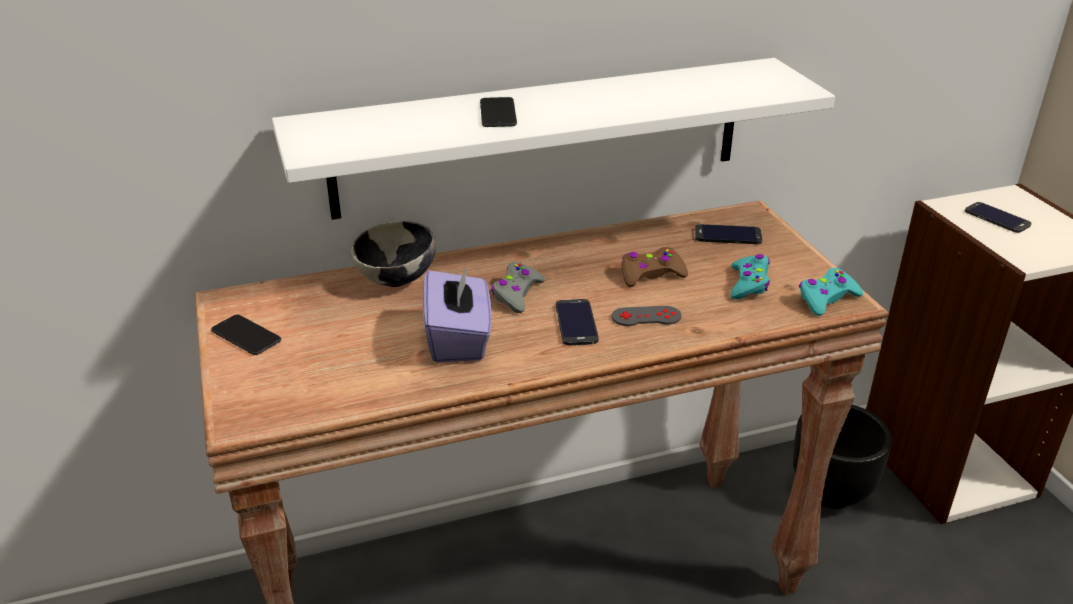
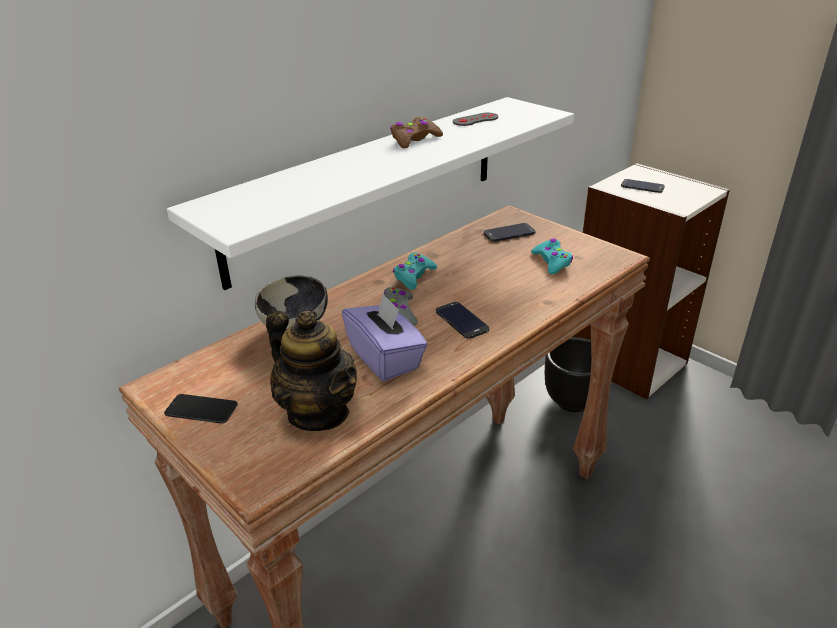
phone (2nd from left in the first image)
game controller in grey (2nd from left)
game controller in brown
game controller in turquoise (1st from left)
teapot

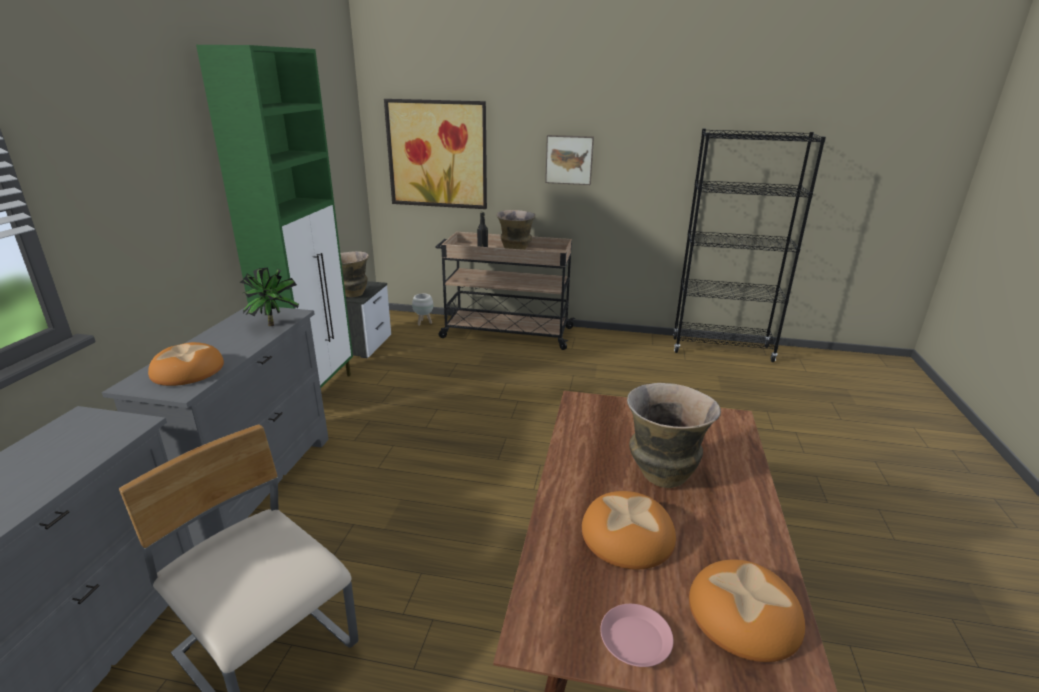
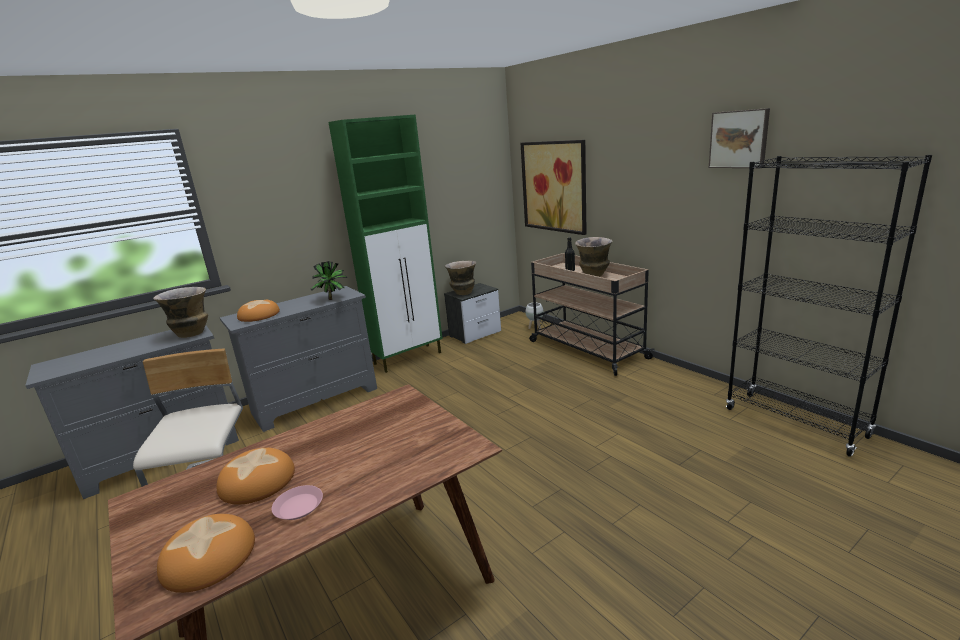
picture (2nd from left)
plate in pink
vase (1st from left)

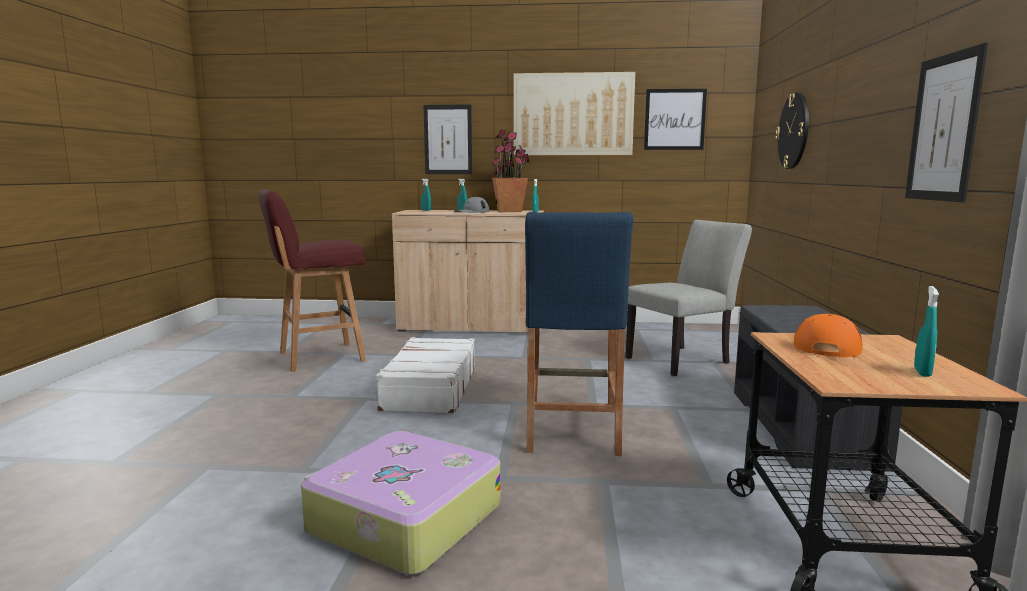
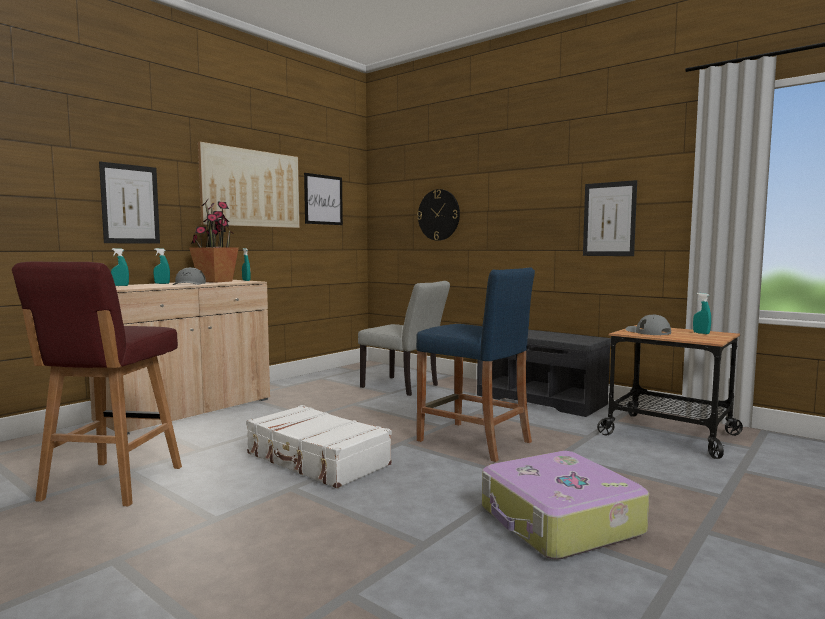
chair in grey
cap in grey (2nd from left)

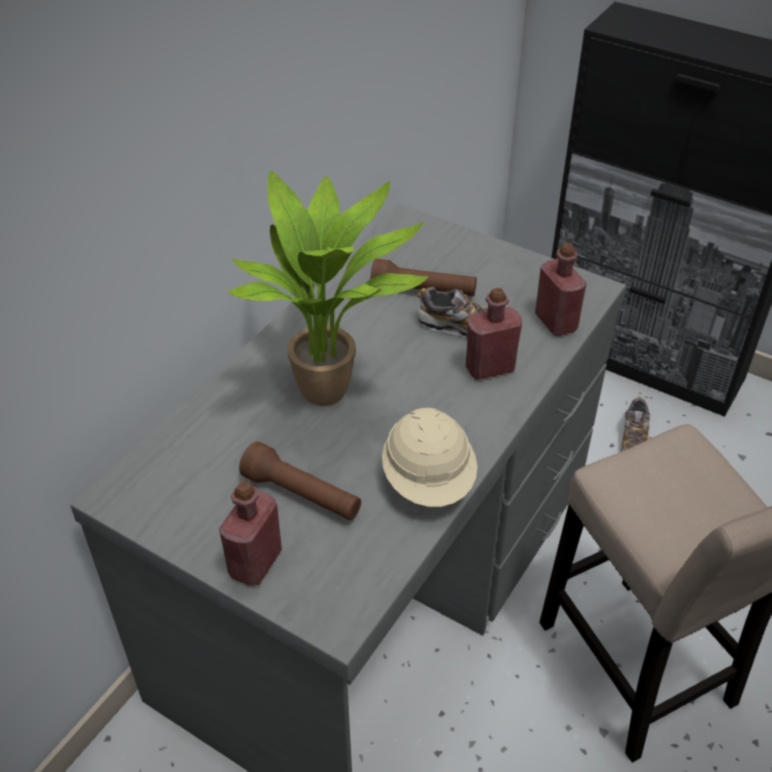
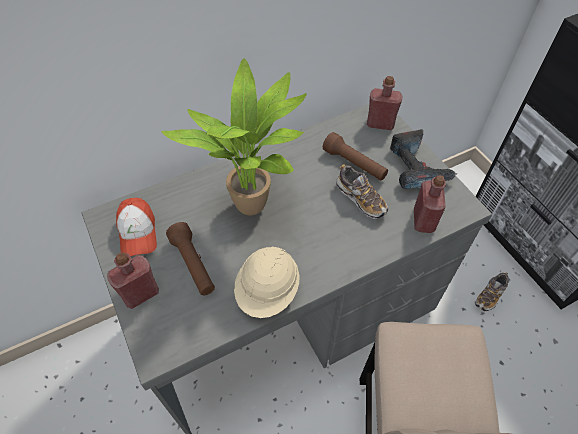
bottle in red (2nd from left)
cap
power drill

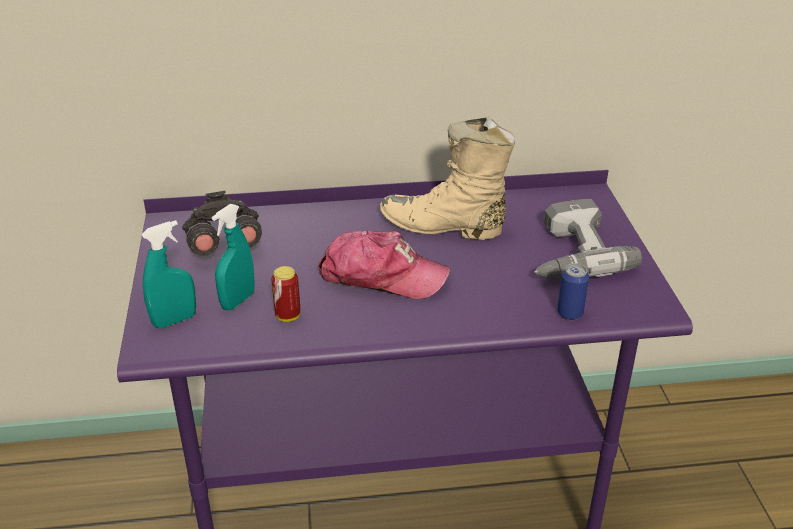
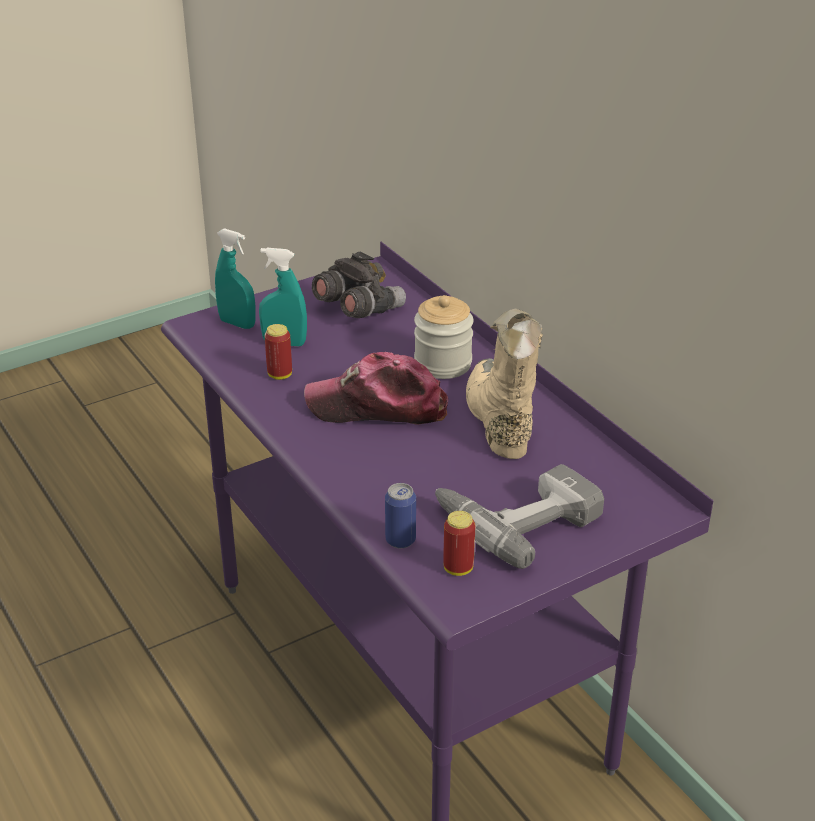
cap
jar
can (3rd from left)

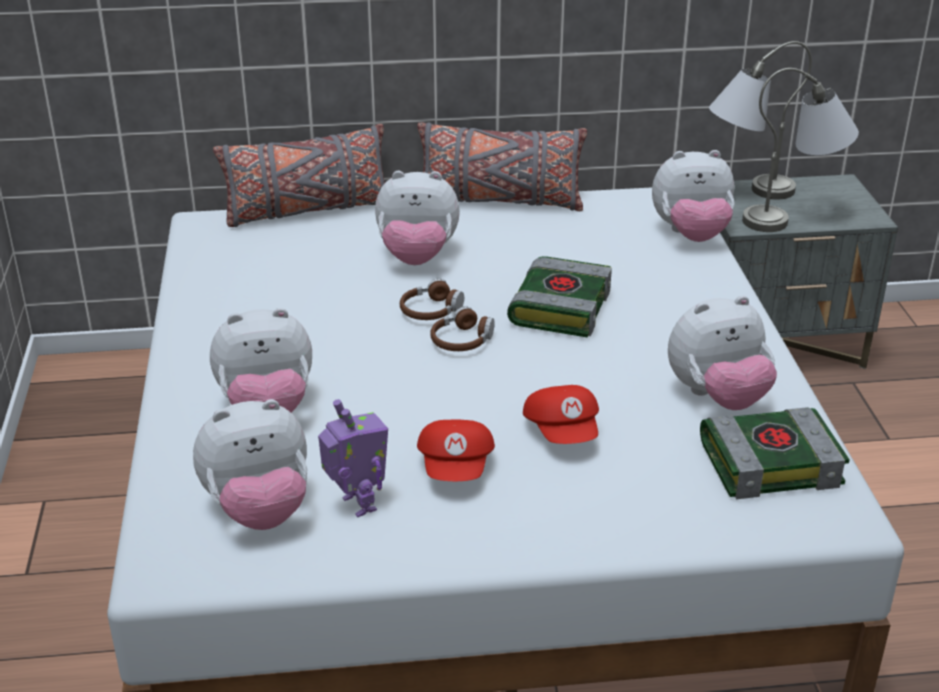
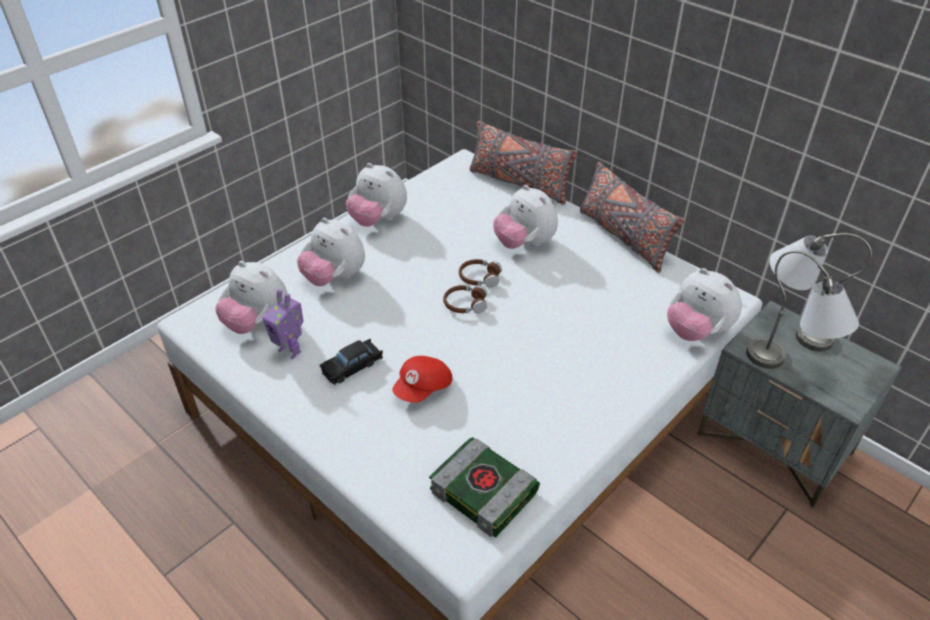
toy robot
toy car in black
book (1st from left in the first image)
plush toy (3rd from left)

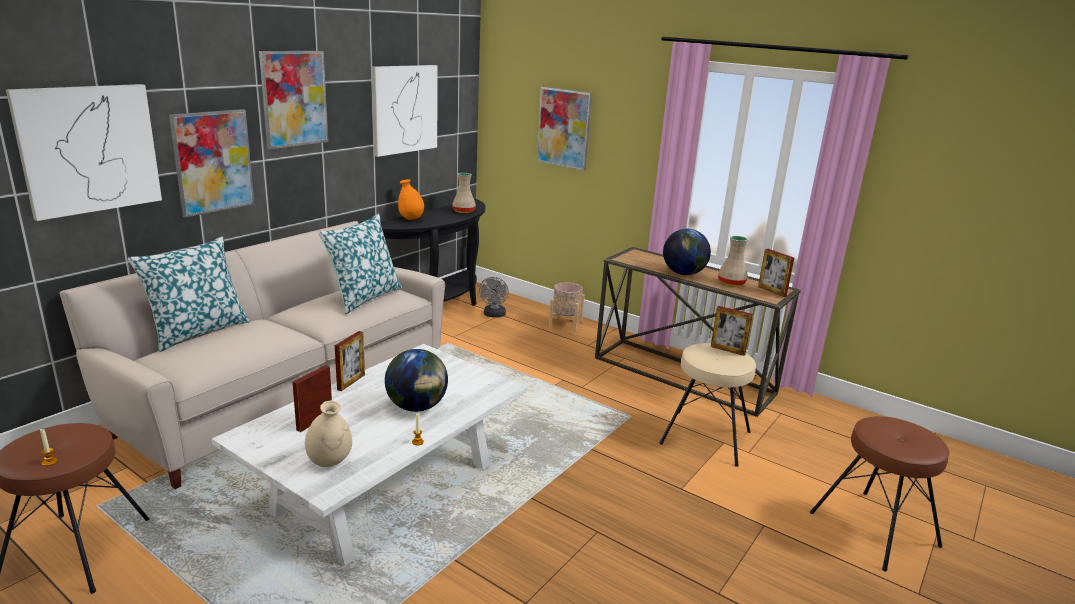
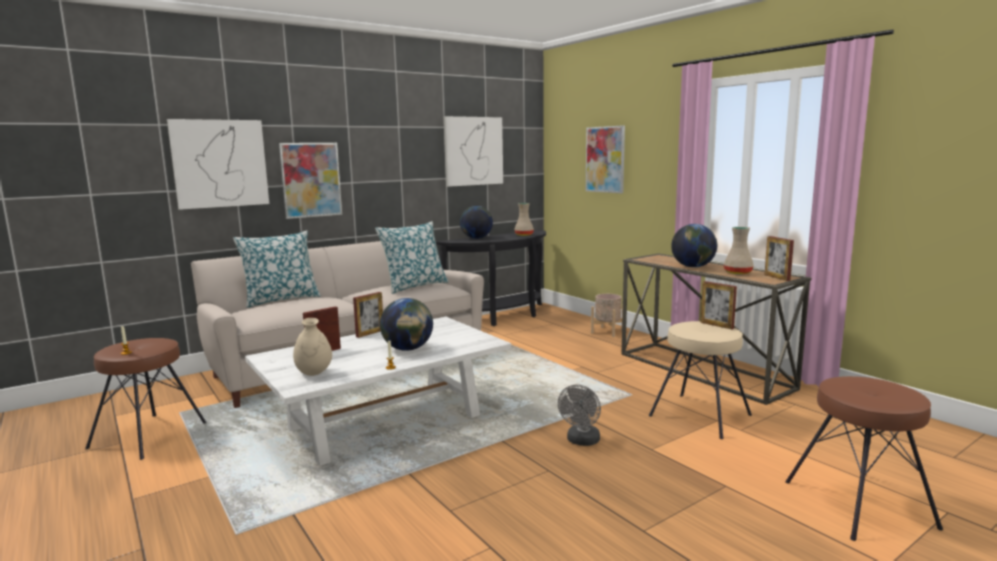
picture (3rd from left in the first image)
globe (2nd from left)
fan in grey

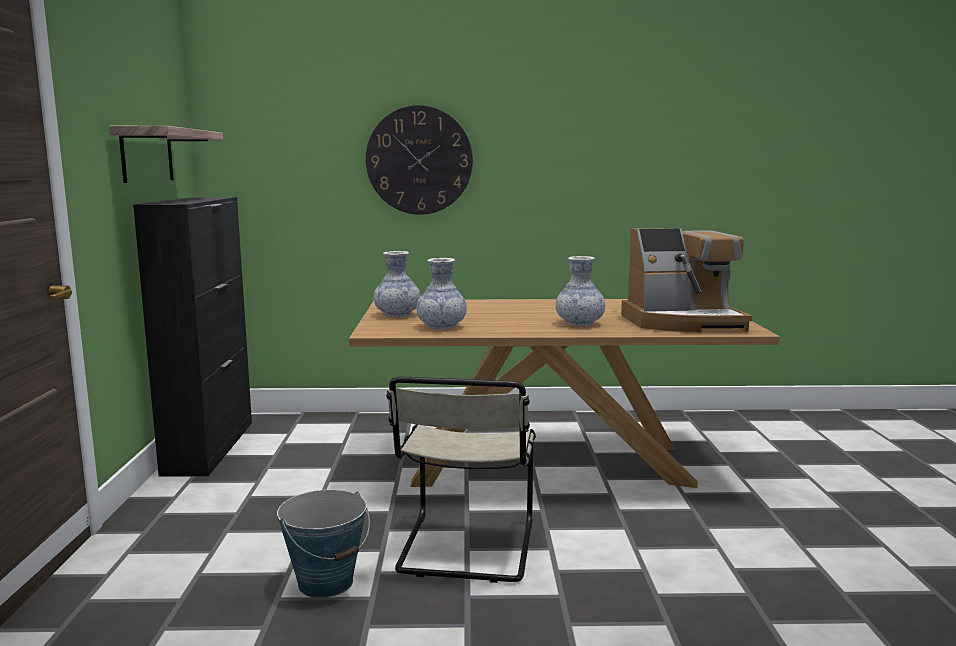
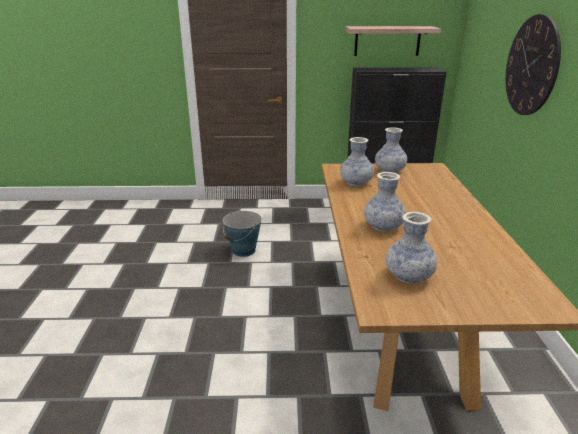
chair in beige
vase (4th from left)

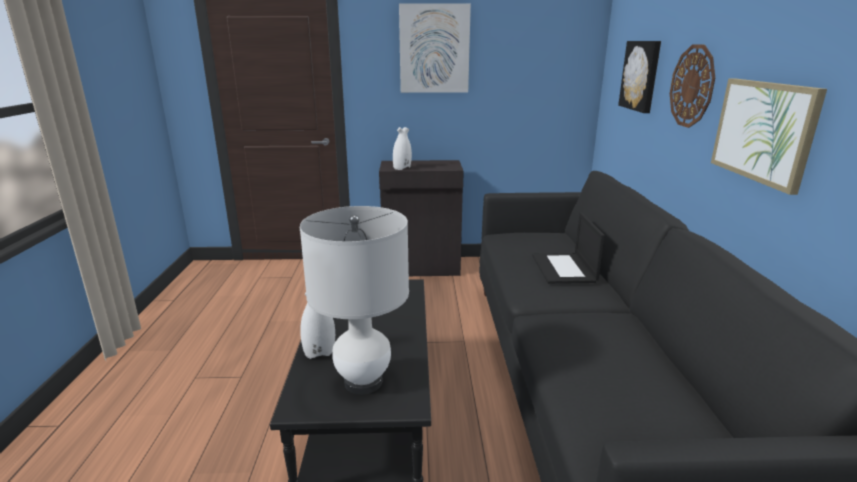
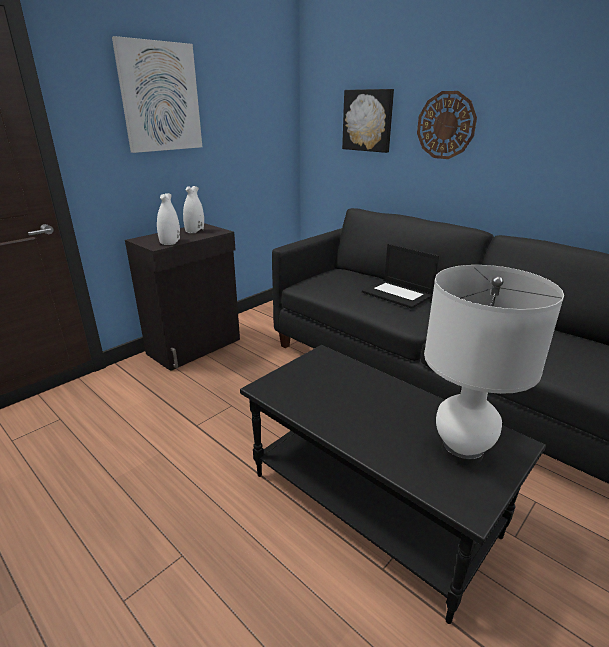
vase in white (2nd from left)
picture (3rd from left in the first image)

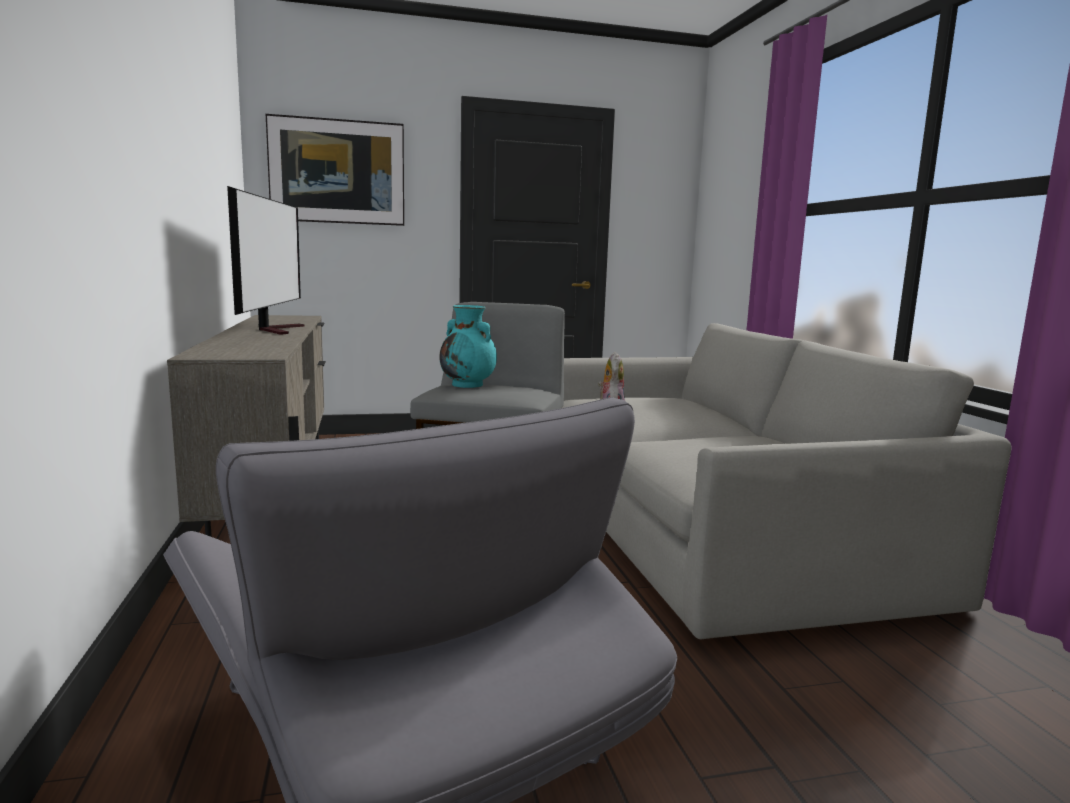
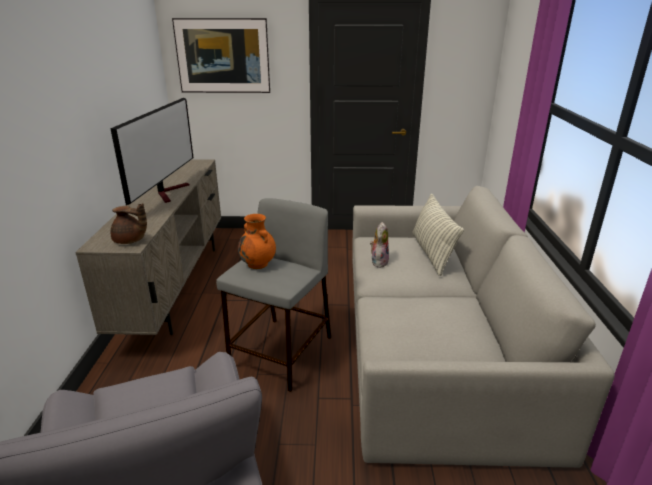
vase in orange
teapot in brown
pillow

